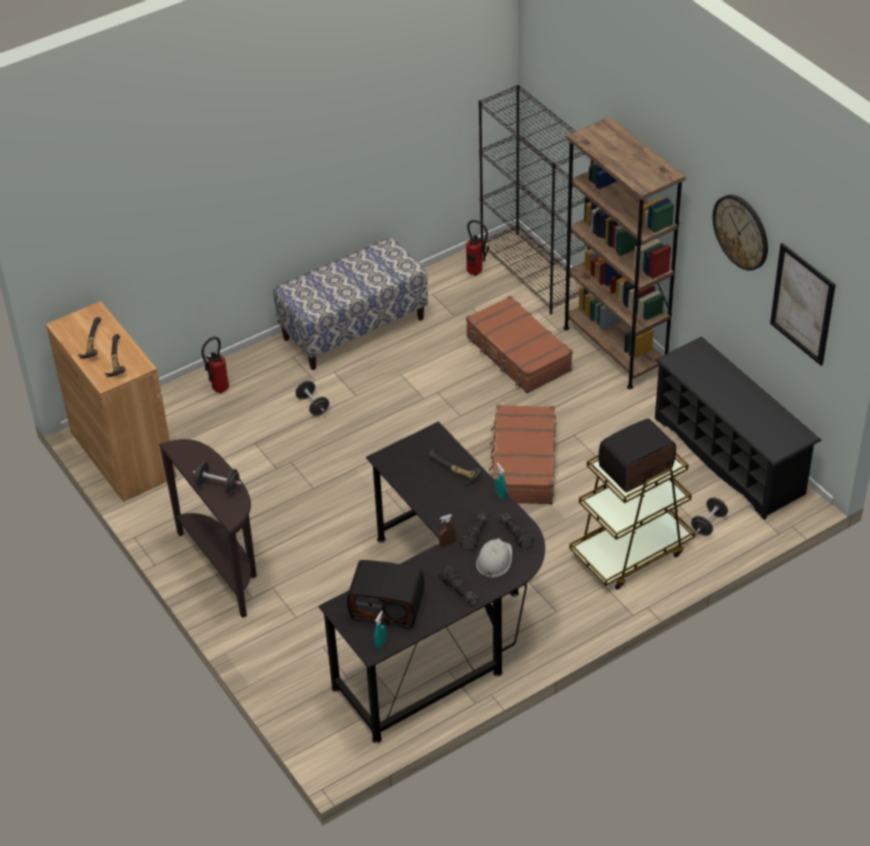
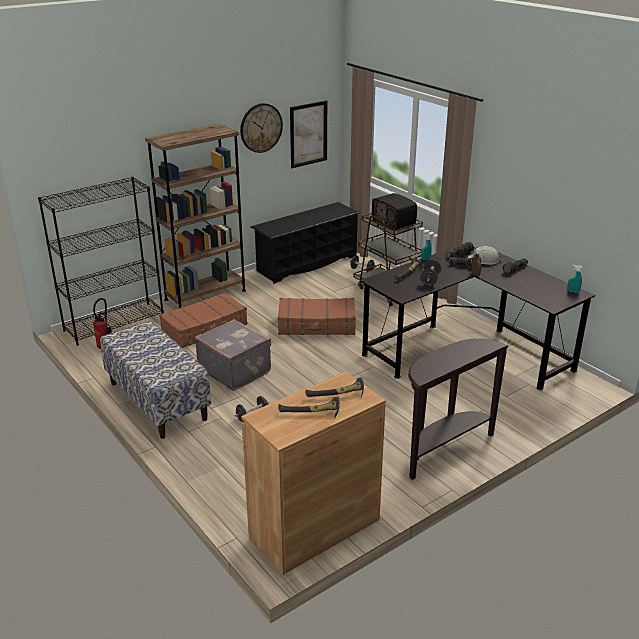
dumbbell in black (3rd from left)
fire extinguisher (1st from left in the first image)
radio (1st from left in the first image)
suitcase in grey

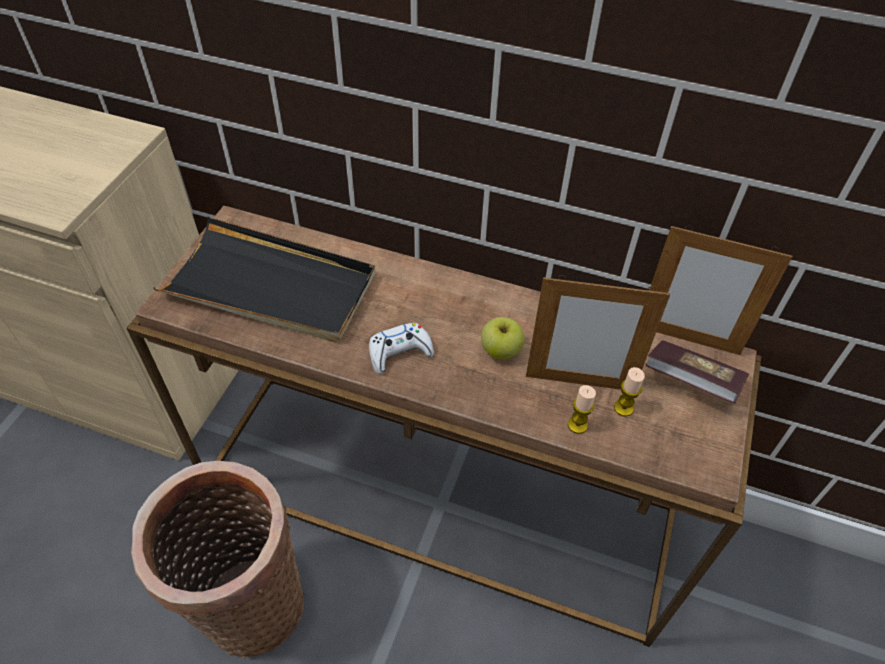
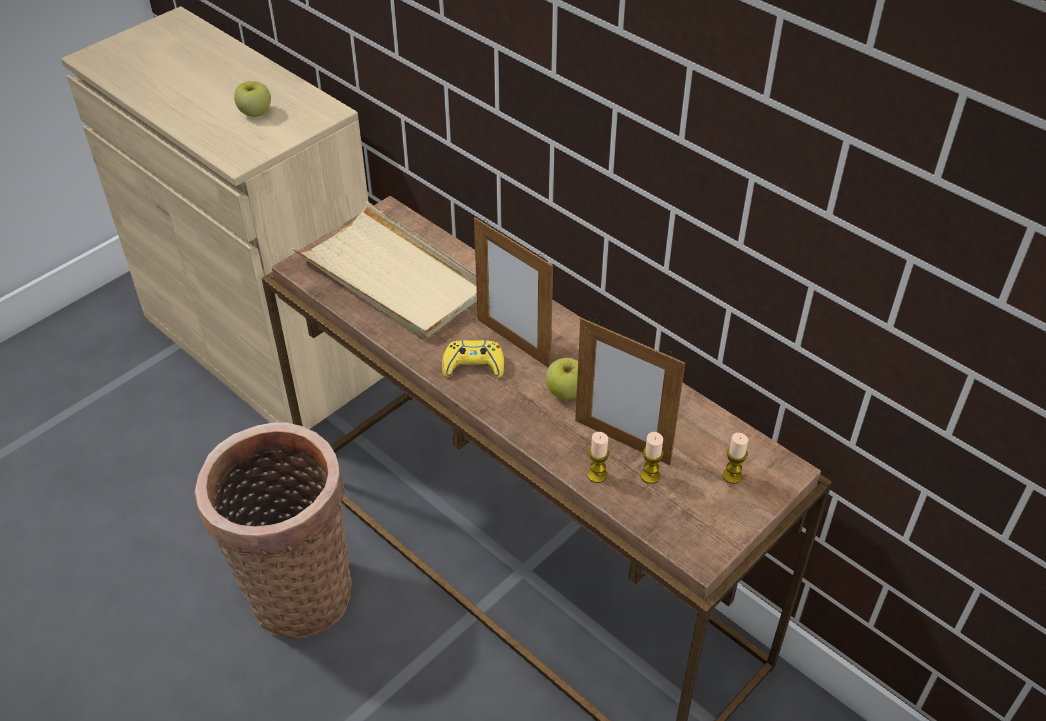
tray in beige
game controller in yellow
candle (3rd from left)
picture frame (1st from left)
apple (1st from left)

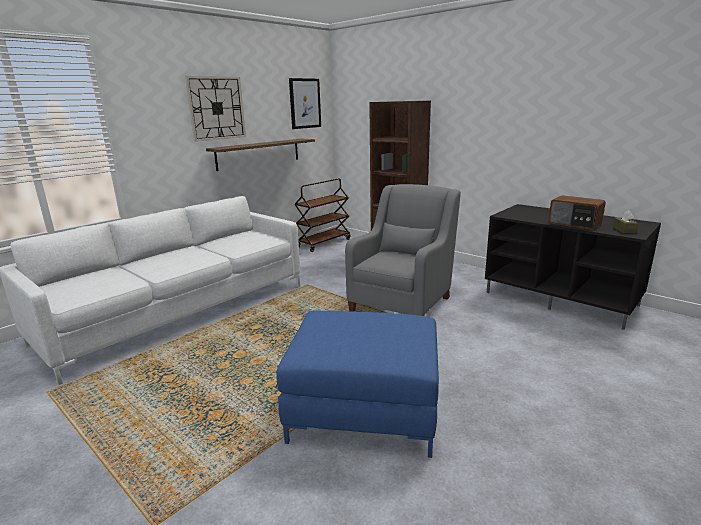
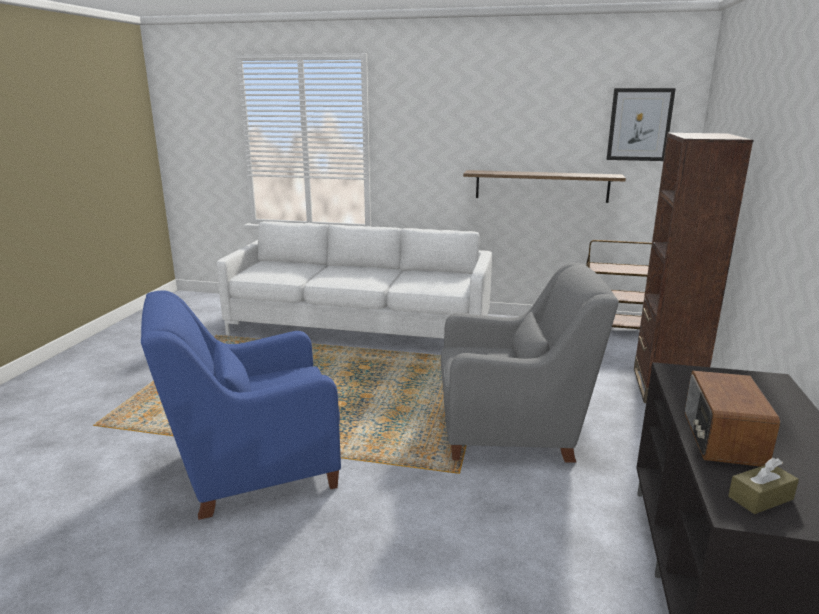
wall clock
armchair in blue

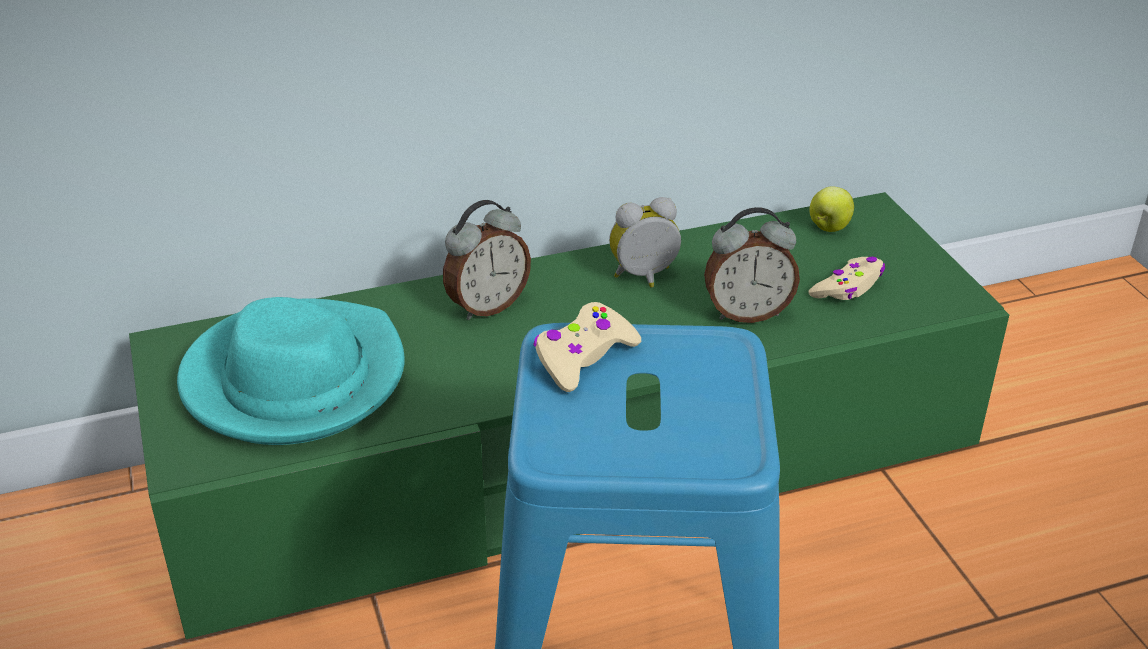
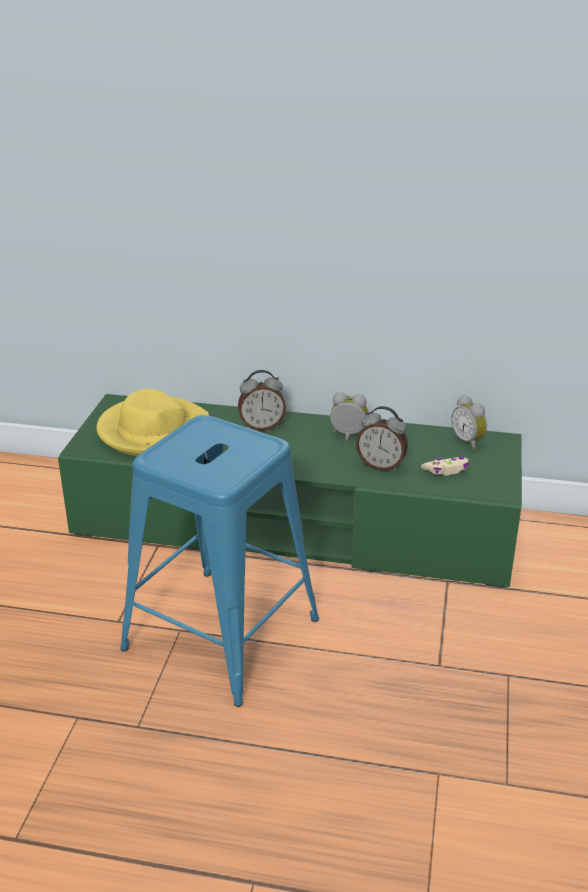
hat in yellow
game controller in beige (1st from left in the first image)
alarm clock (4th from left)

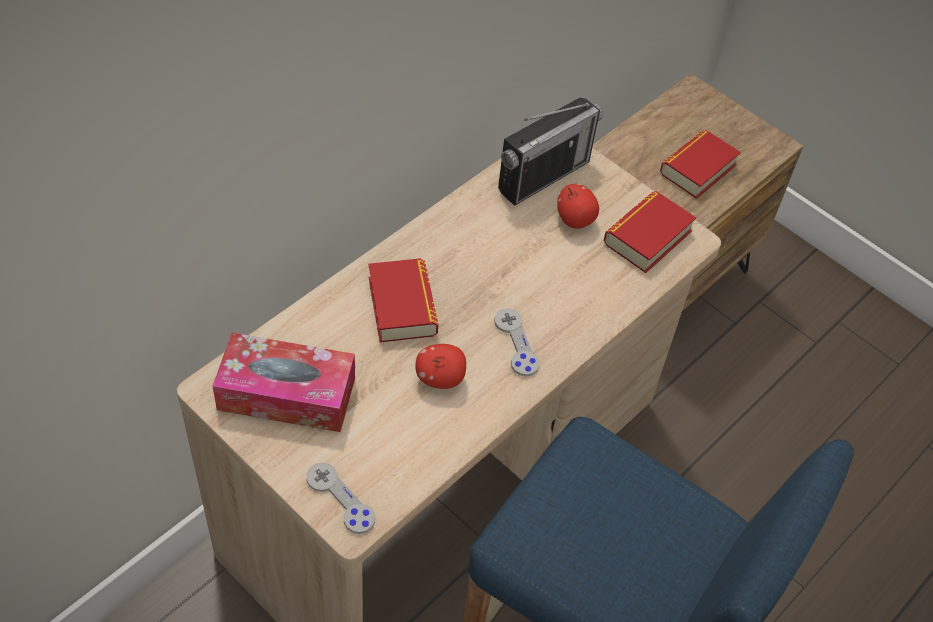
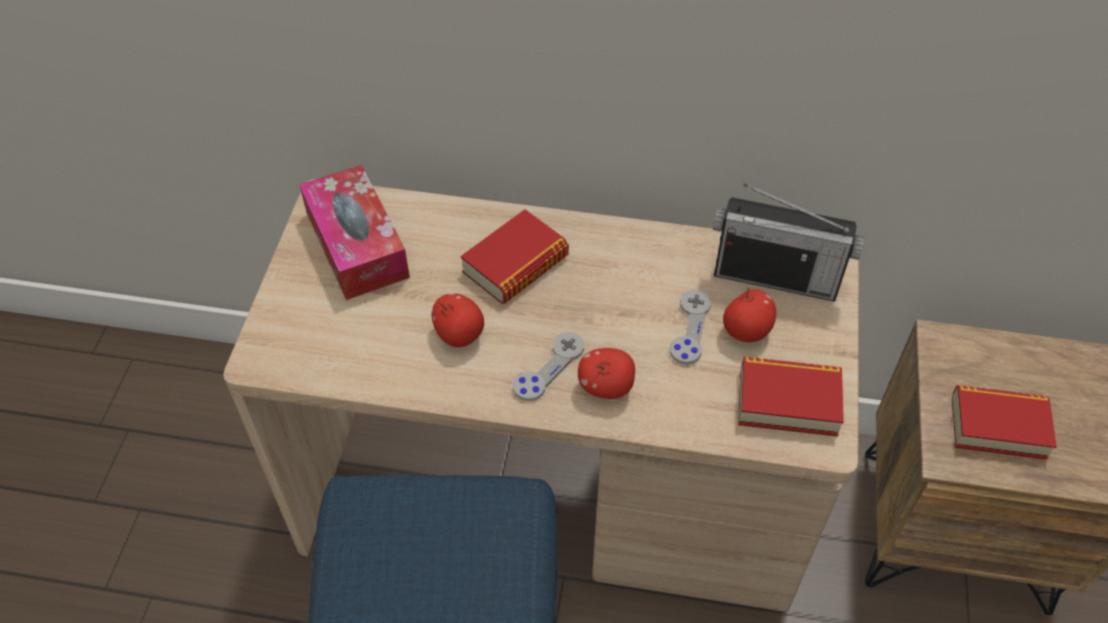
game controller in grey (2nd from left)
apple (2nd from left)

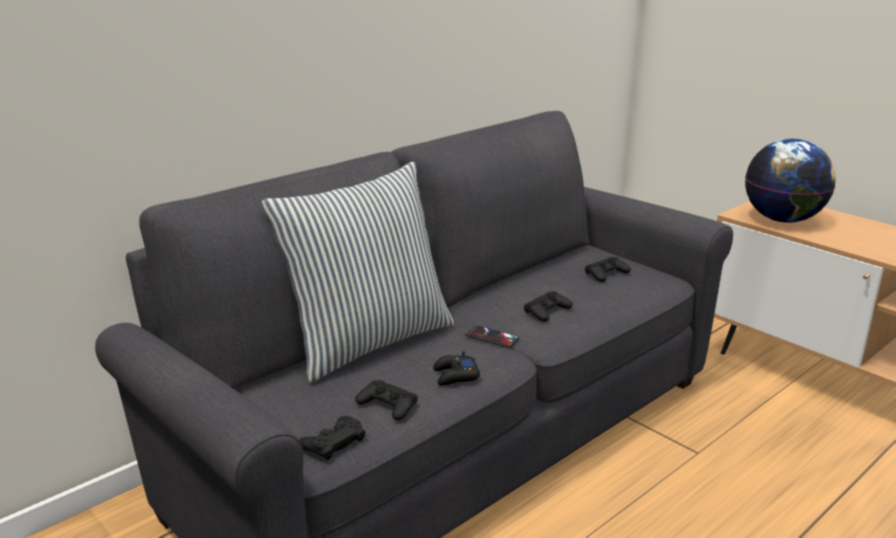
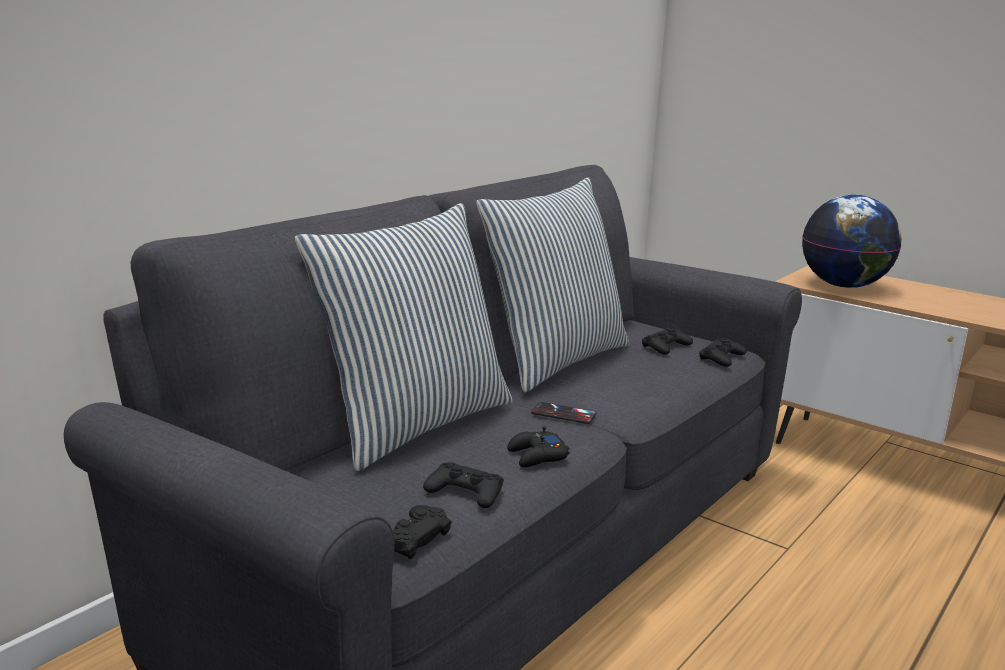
game controller in black (5th from left)
pillow (2nd from left)

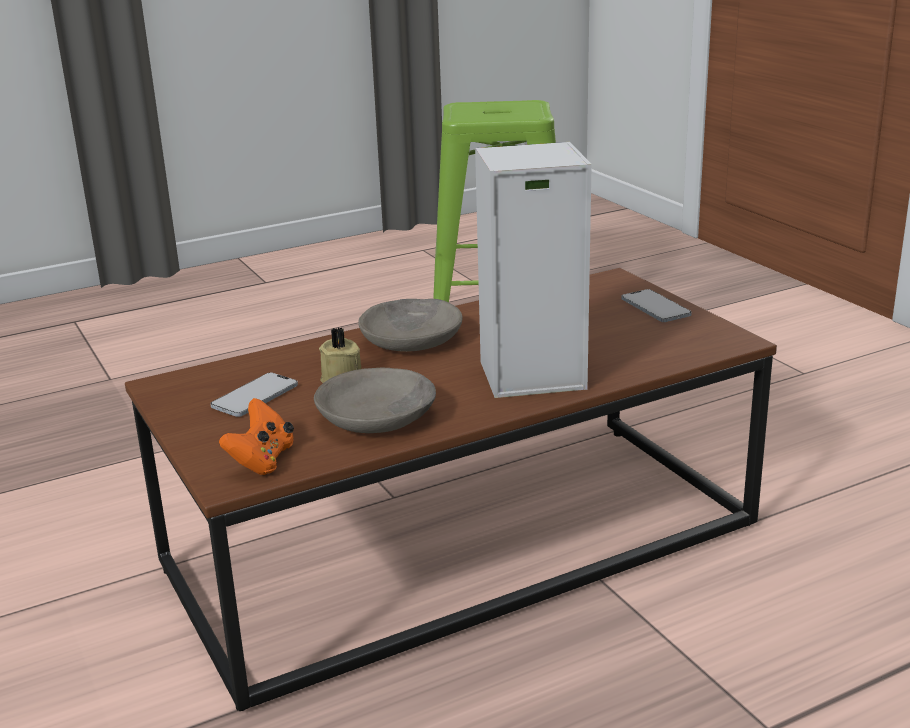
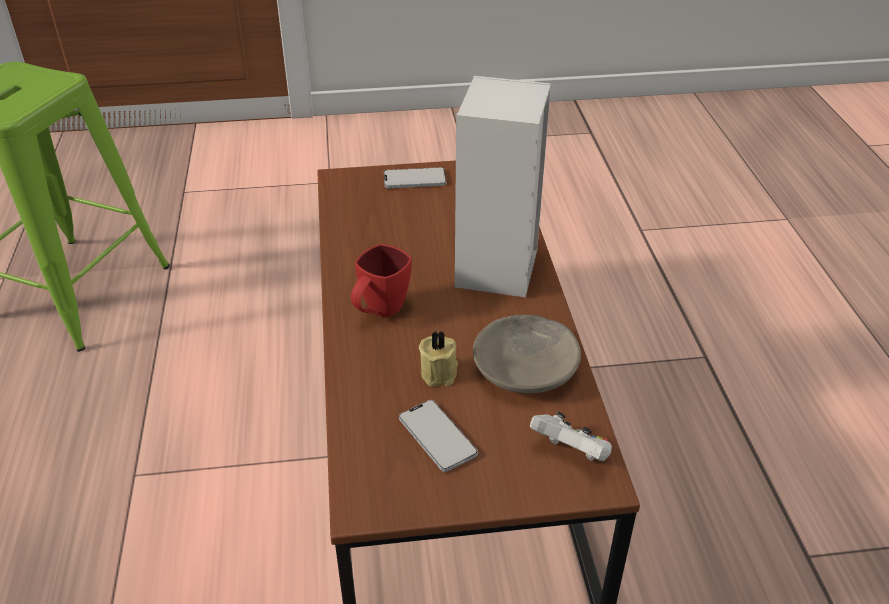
game controller in white
mug in red

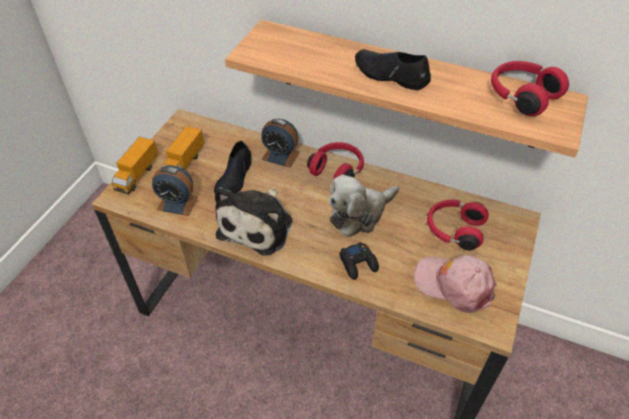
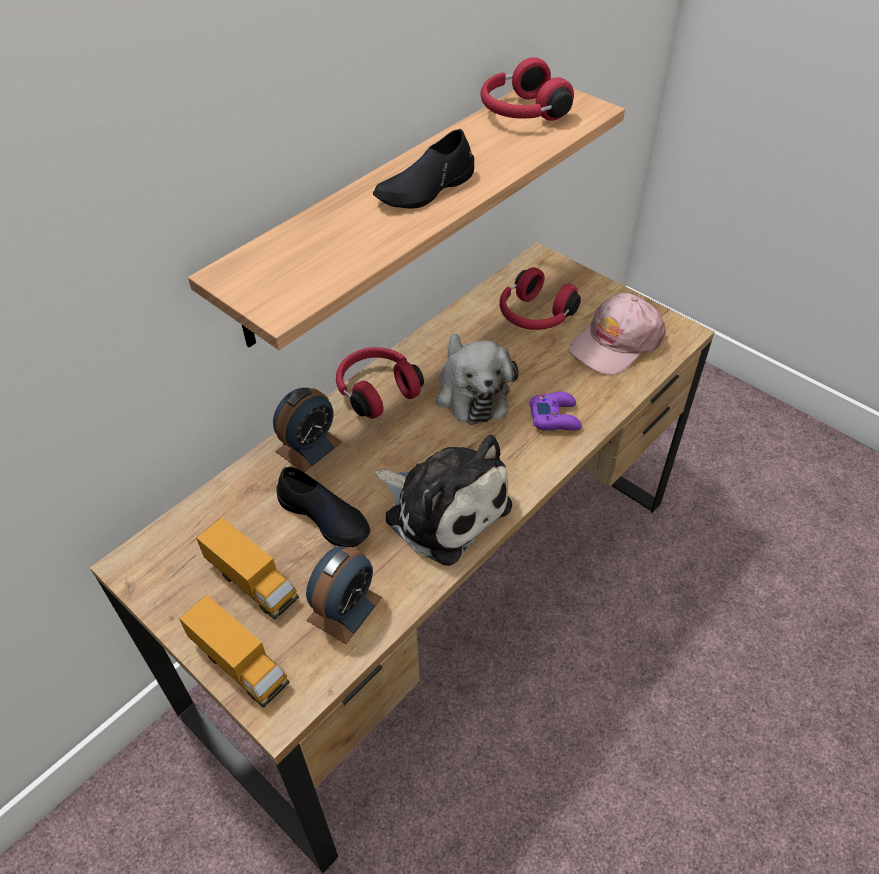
game controller in purple

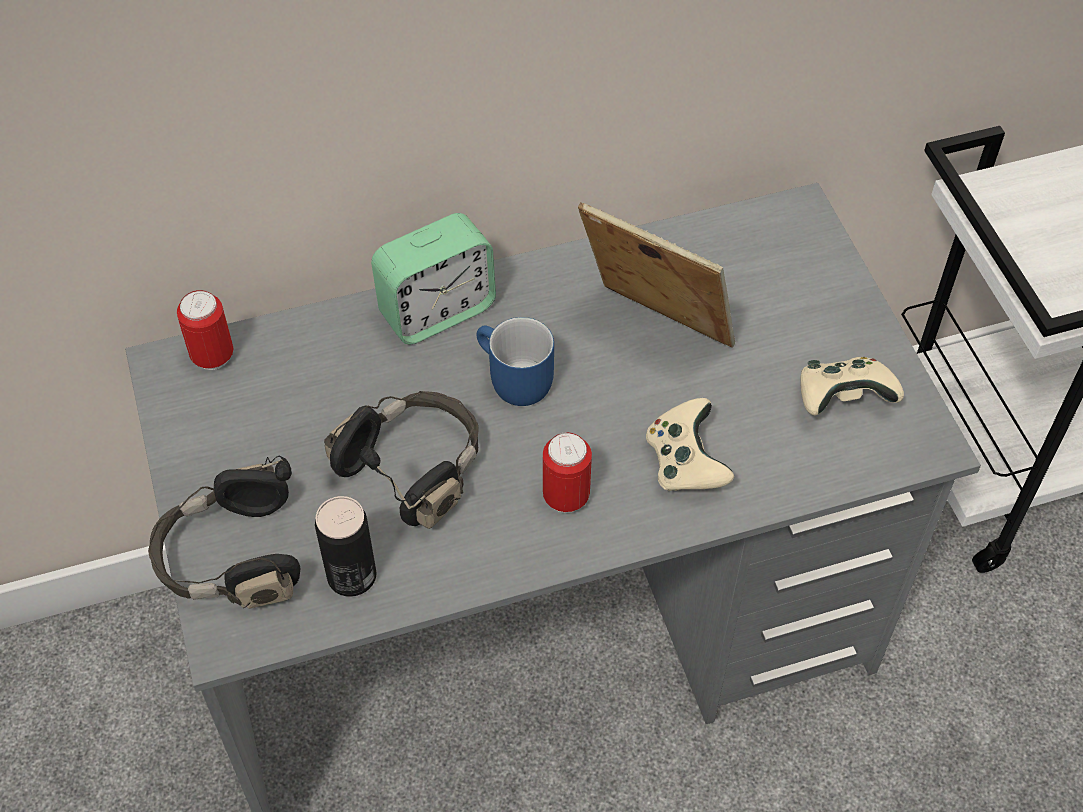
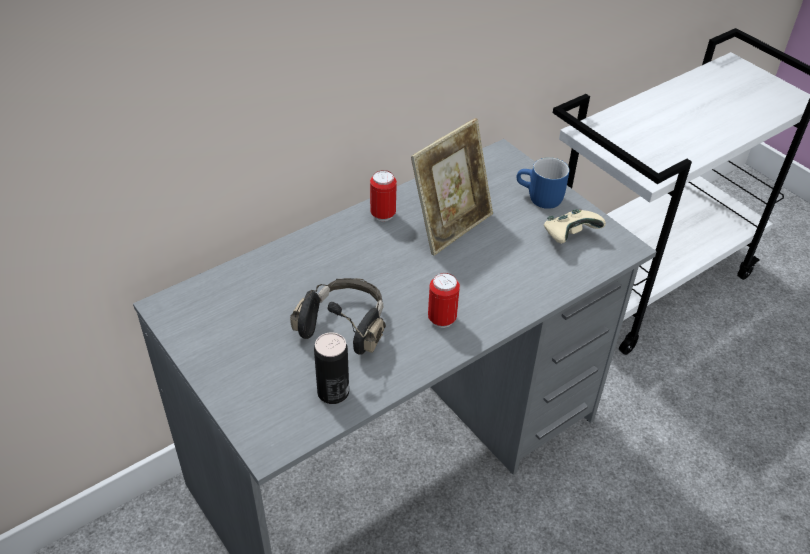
headphones in black (1st from left in the first image)
can (2nd from left)
alarm clock
mug in blue
picture frame
game controller in beige (1st from left in the first image)

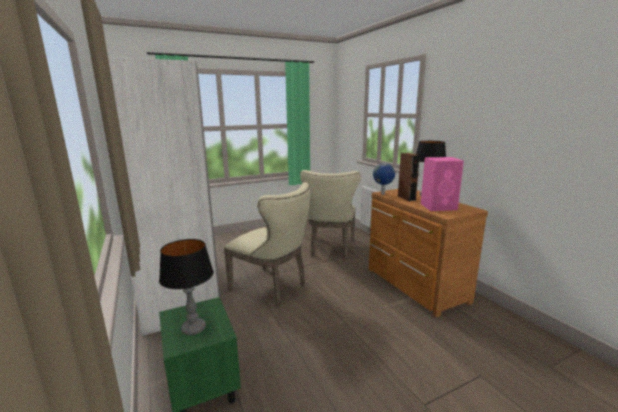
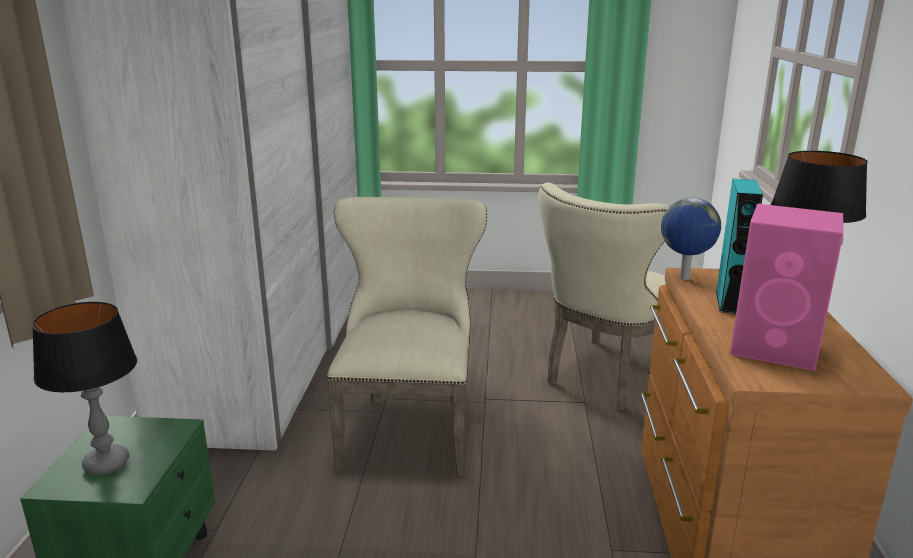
chair in beige (1st from left)
speaker in turquoise

